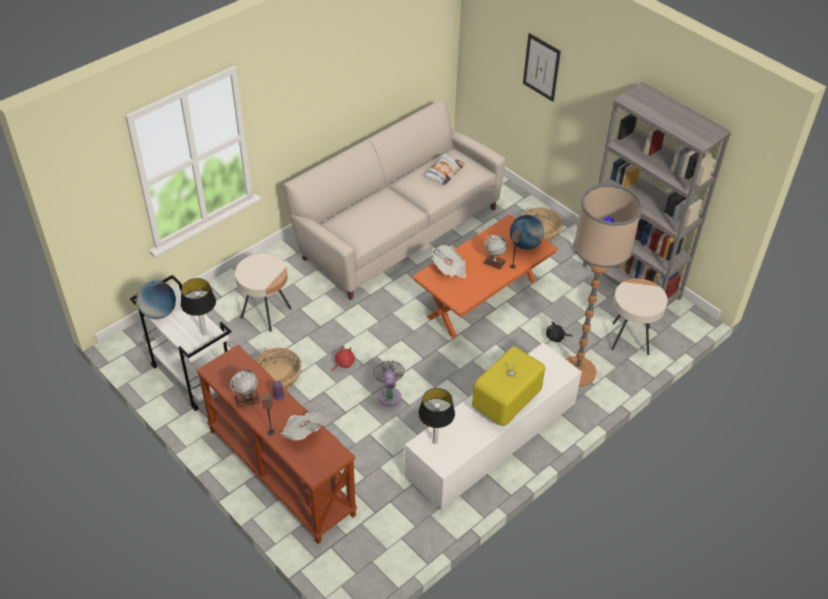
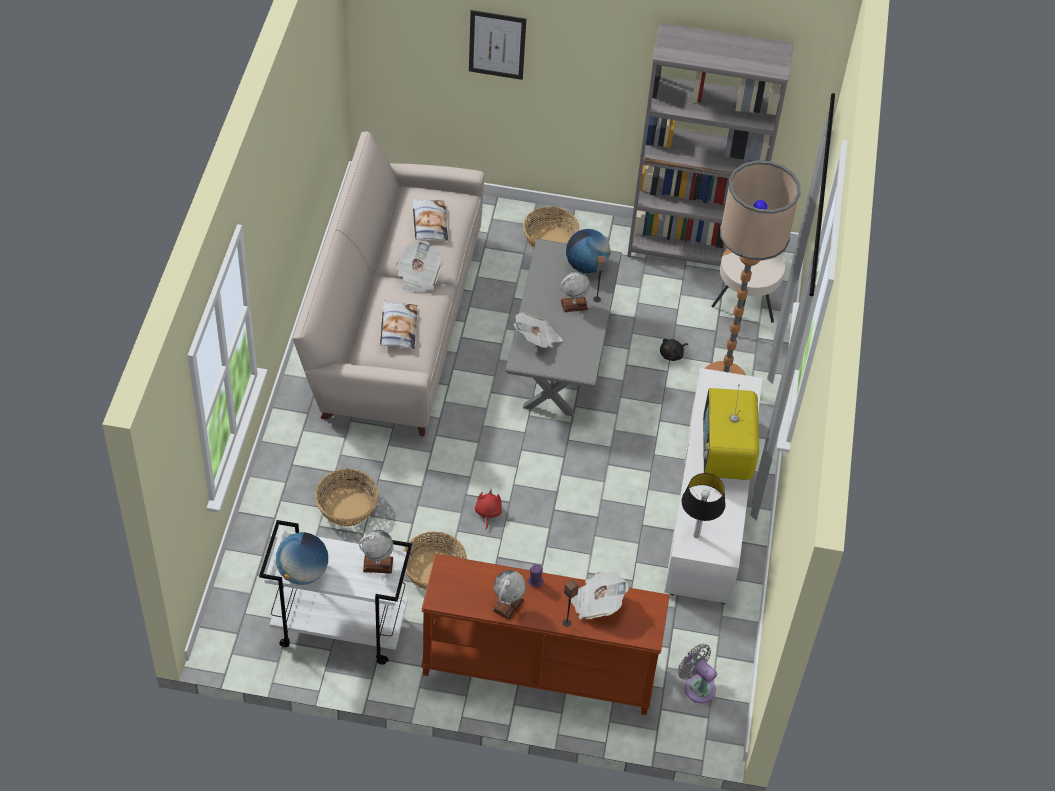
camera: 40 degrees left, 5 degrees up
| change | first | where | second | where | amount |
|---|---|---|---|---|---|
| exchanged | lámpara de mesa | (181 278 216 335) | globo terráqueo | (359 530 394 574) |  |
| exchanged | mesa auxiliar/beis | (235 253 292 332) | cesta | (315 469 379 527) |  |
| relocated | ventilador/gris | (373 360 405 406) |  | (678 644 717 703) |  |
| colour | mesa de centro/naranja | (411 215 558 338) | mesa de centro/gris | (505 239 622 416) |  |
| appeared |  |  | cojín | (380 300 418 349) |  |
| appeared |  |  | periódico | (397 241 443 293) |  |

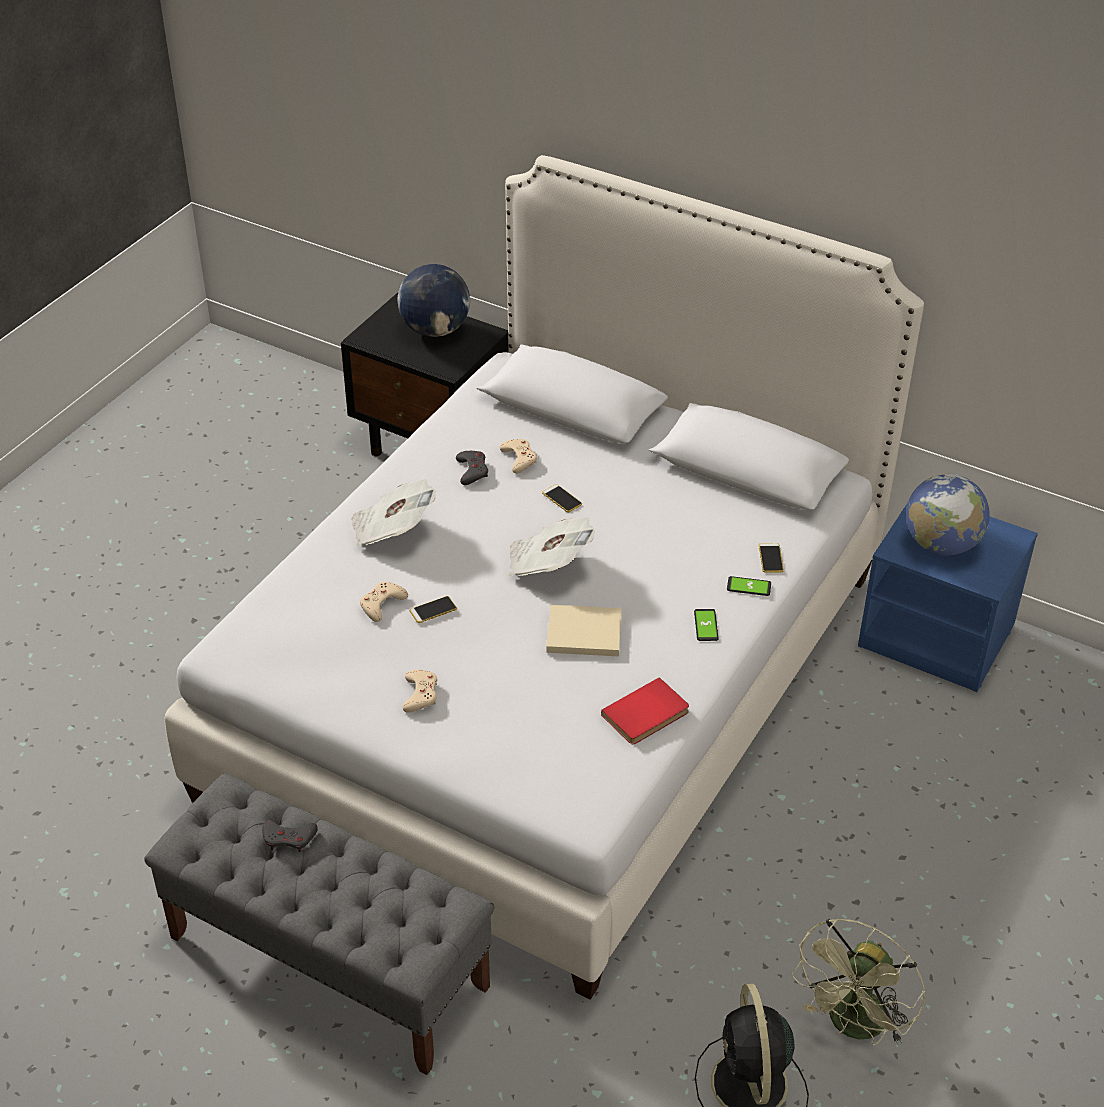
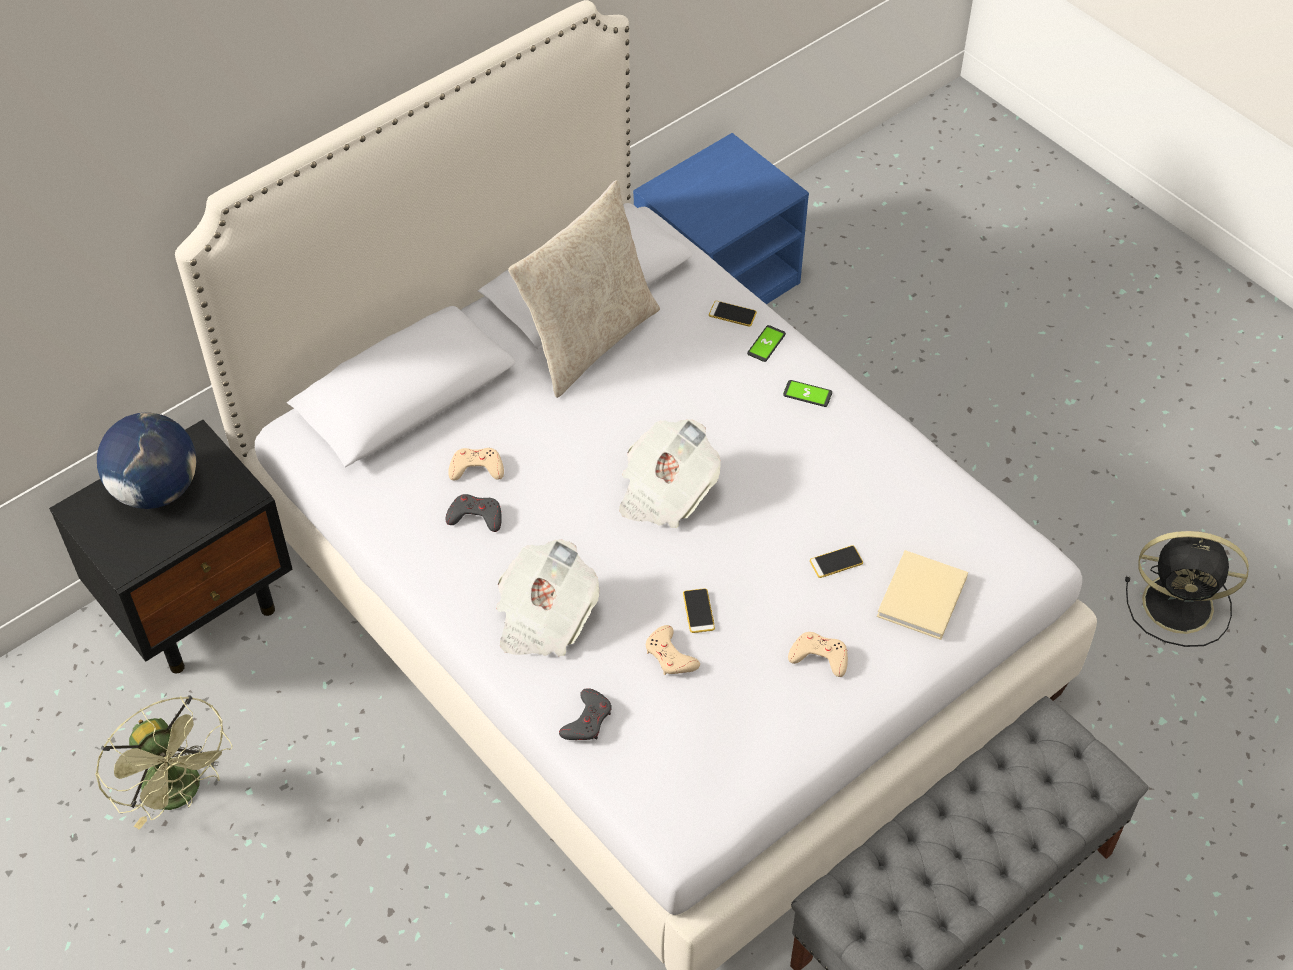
camera: 70 degrees left, 10 degrees up
| change | first | where | second | where | amount |
|---|---|---|---|---|---|
| relocated | mando de consola/gris | (262 820 318 852) |  | (559 688 612 740) |  |
| relocated | móvil | (542 484 582 512) |  | (810 545 863 578) |  |
| relocated | libro/beis | (546 605 622 656) |  | (877 550 968 640) |  |
| missing | libro/rojo | (601 677 689 744) |  |  |  |
| relocated | ventilador/verde | (792 919 925 1045) |  | (96 695 233 830) |  |
| missing | globo terráqueo | (906 474 990 556) |  |  |  |
| appeared |  |  | cojín/beis | (508 180 660 398) |  |

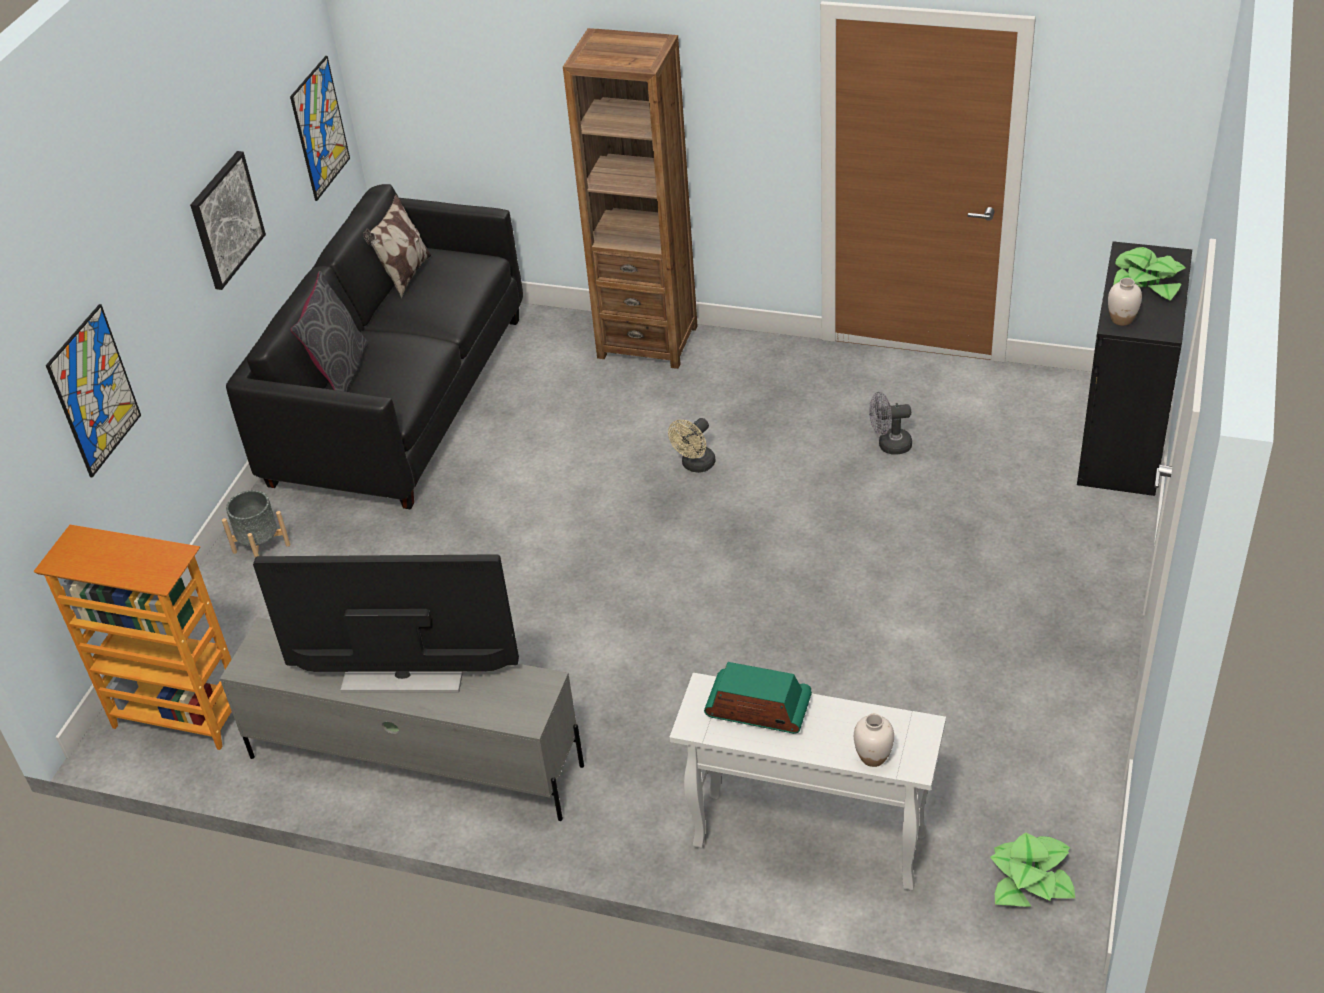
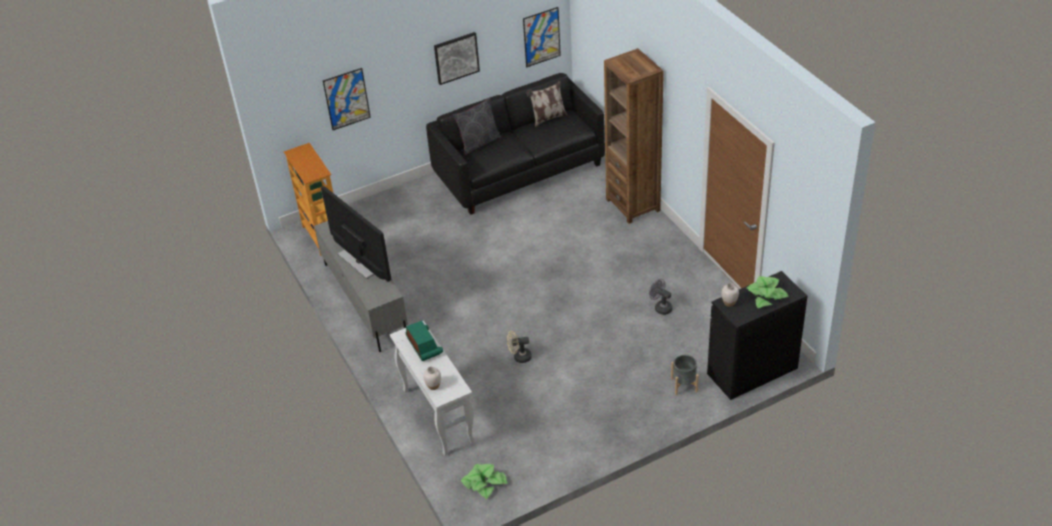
camera: 45 degrees right, 0 degrees up
| change | first | where | second | where | amount |
|---|---|---|---|---|---|
| relocated | maceta/gris | (222 490 290 557) |  | (671 355 699 395) |  |
| relocated | ventilador/beis | (668 418 715 473) |  | (507 331 532 363) |  |

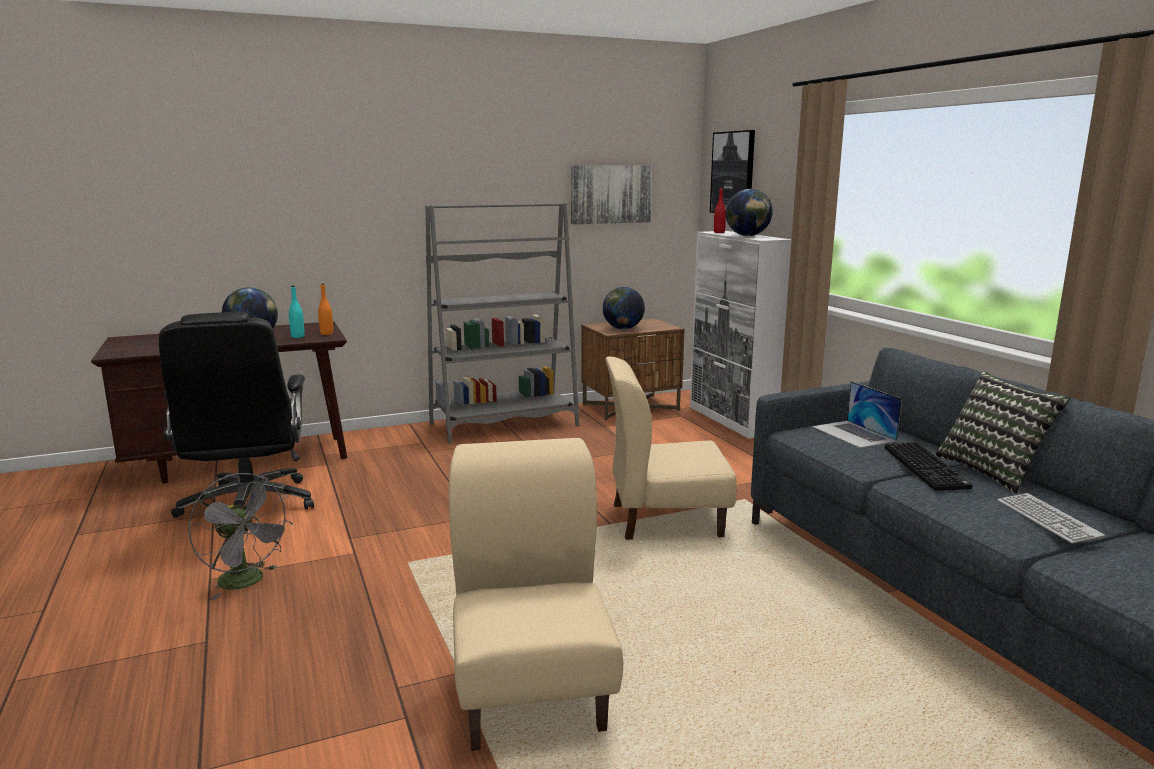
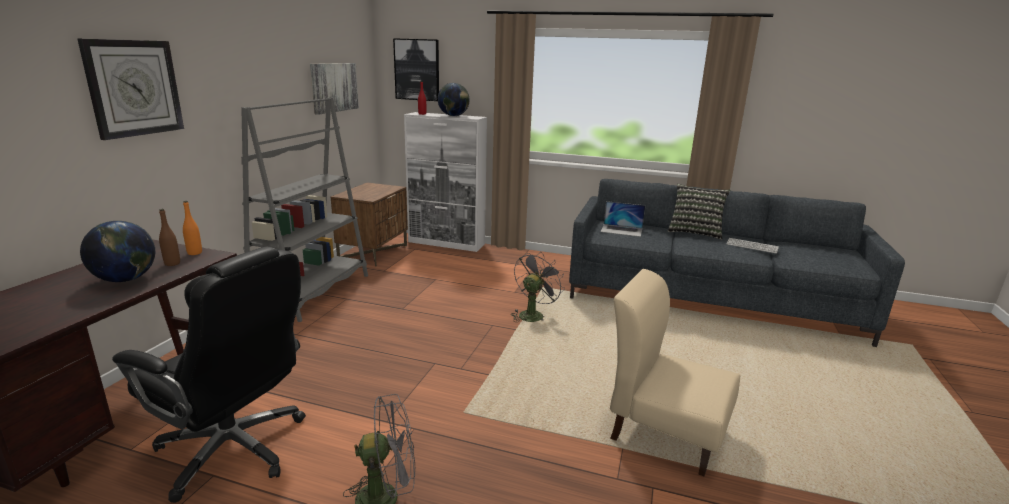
camera: 50 degrees left, 5 degrees up
| change | first | where | second | where | amount |
|---|---|---|---|---|---|
| colour | botella/turquesa | (289 286 305 338) | botella/marrón | (159 209 180 266) |  |
| missing | globo terráqueo | (603 287 645 330) |  |  |  |
| exchanged | silla/beis | (605 357 737 540) | ventilador/gris | (511 252 565 322) |  |
| missing | teclado | (885 442 973 491) |  |  |  |
| appeared |  |  | reloj de pared | (77 38 184 140) |  |

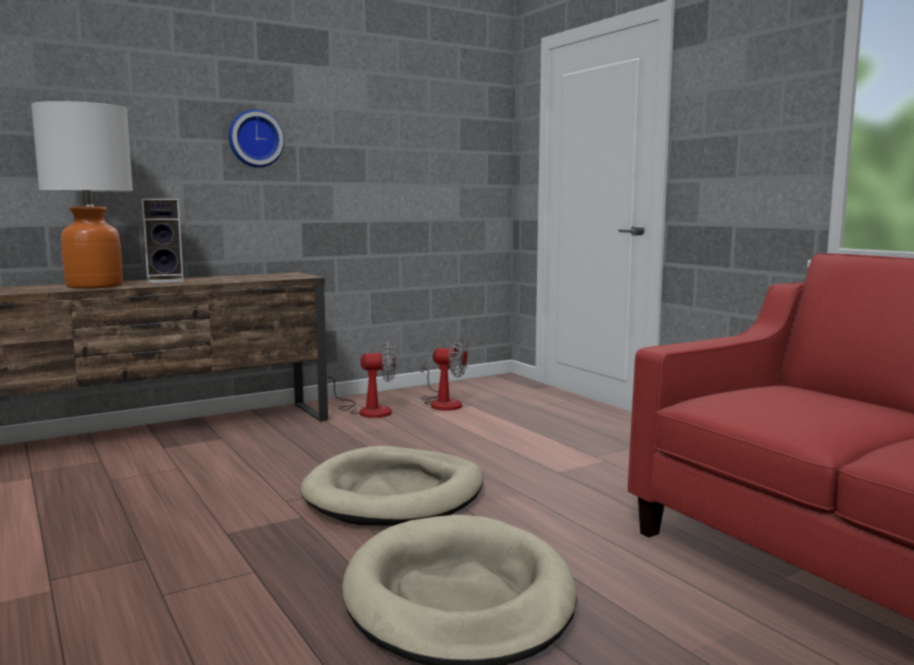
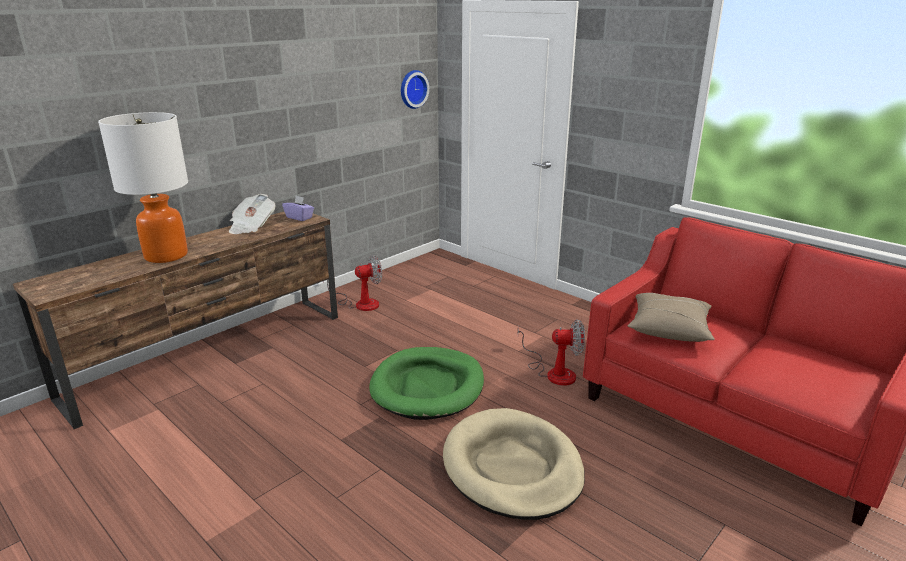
camera: 15 degrees left, 15 degrees up
| change | first | where | second | where | amount |
|---|---|---|---|---|---|
| missing | altavoz | (142 198 184 283) |  |  |  |
| relocated | reloj de pared | (228 109 284 168) |  | (401 70 429 109) |  |
| colour | cama para perro/beis | (300 446 483 526) | cama para perro/verde | (369 347 484 420) |  |
| relocated | ventilador | (421 338 469 411) |  | (518 319 585 386) |  |
| appeared |  |  | periódico | (229 194 275 234) |  |
| appeared |  |  | caja de pañuelos/morado | (282 196 314 221) |  |
| appeared |  |  | cojín/beis | (627 293 715 342) |  |

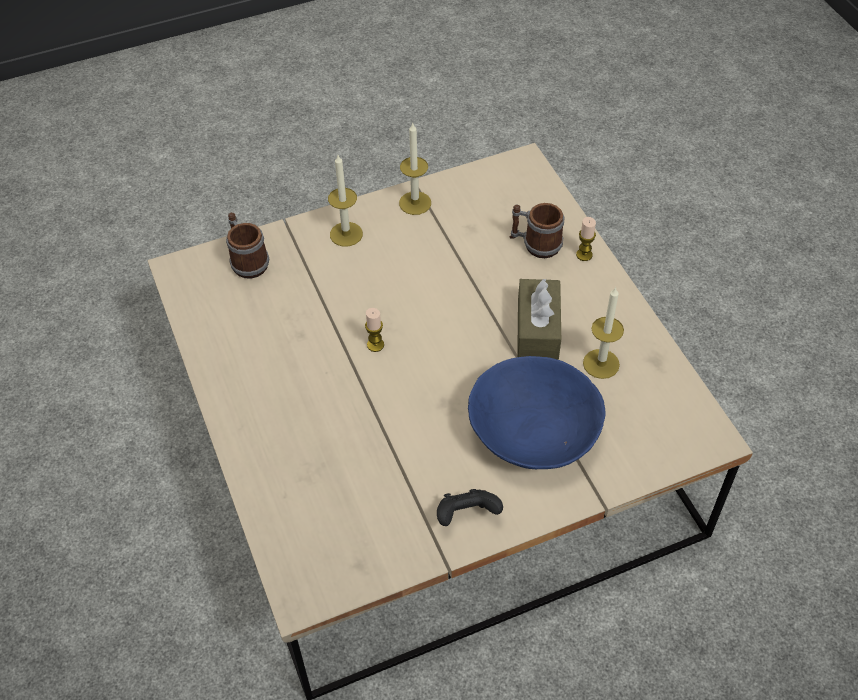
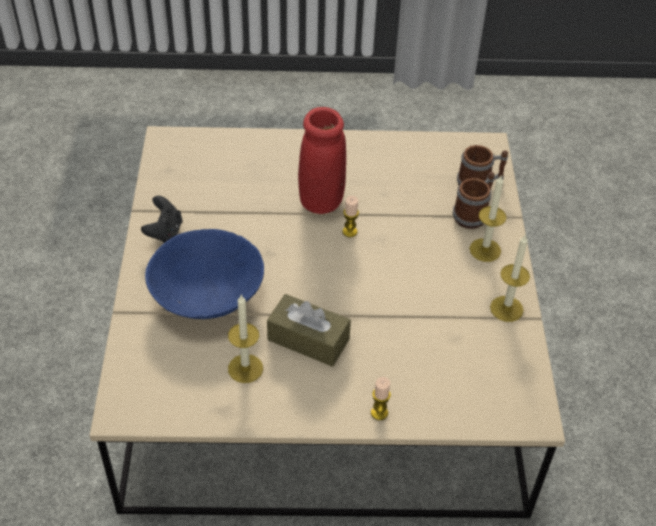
camera: 110 degrees right, 5 degrees down
| change | first | where | second | where | amount |
|---|---|---|---|---|---|
| relocated | taza grande | (509 203 564 258) |  | (453 172 495 229) |  |
| appeared |  |  | florero/rojo | (298 107 346 214) |  |

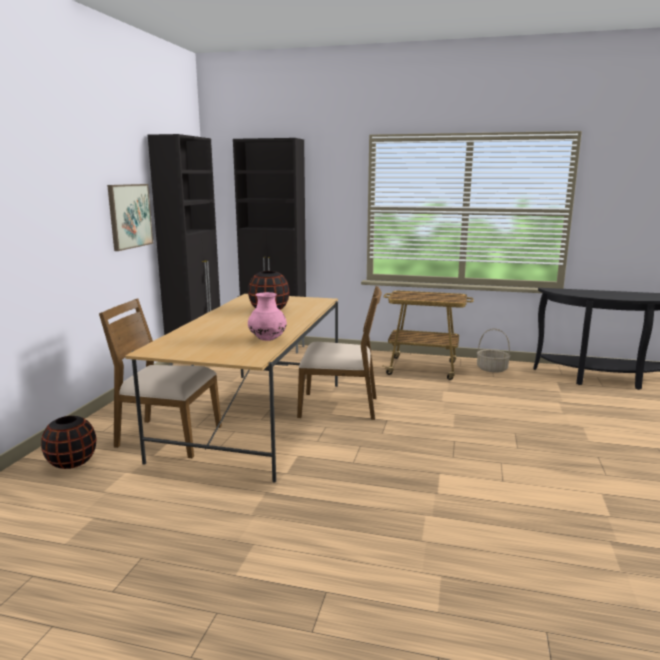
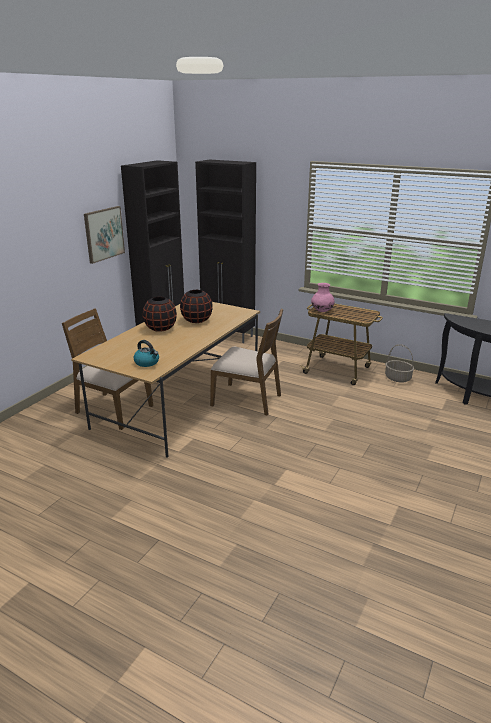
camera: 15 degrees right, 10 degrees up
| change | first | where | second | where | amount |
|---|---|---|---|---|---|
| relocated | florero/negro | (41 416 96 469) |  | (143 297 177 332) |  |
| relocated | florero/rosa | (248 292 287 341) |  | (311 283 335 312) |  |
| appeared |  |  | hervidor | (133 340 159 367) |  |

